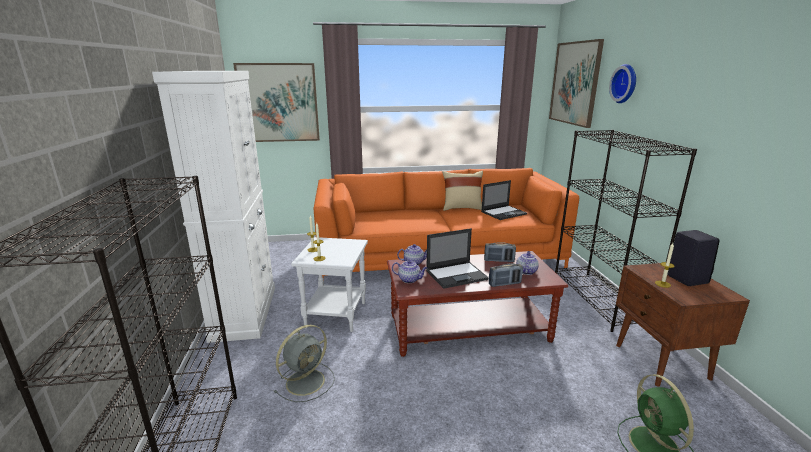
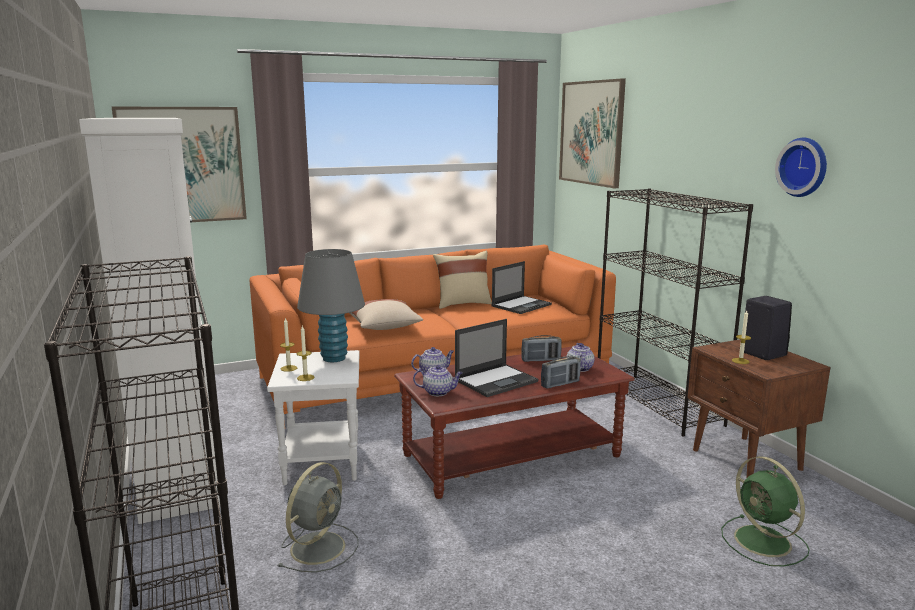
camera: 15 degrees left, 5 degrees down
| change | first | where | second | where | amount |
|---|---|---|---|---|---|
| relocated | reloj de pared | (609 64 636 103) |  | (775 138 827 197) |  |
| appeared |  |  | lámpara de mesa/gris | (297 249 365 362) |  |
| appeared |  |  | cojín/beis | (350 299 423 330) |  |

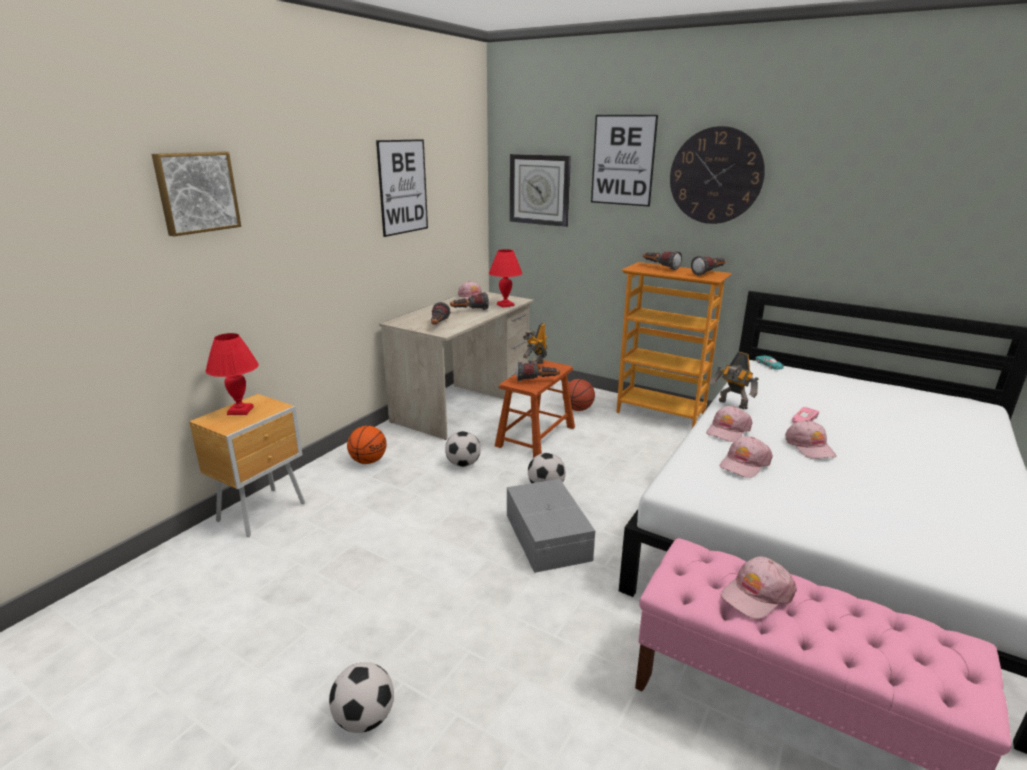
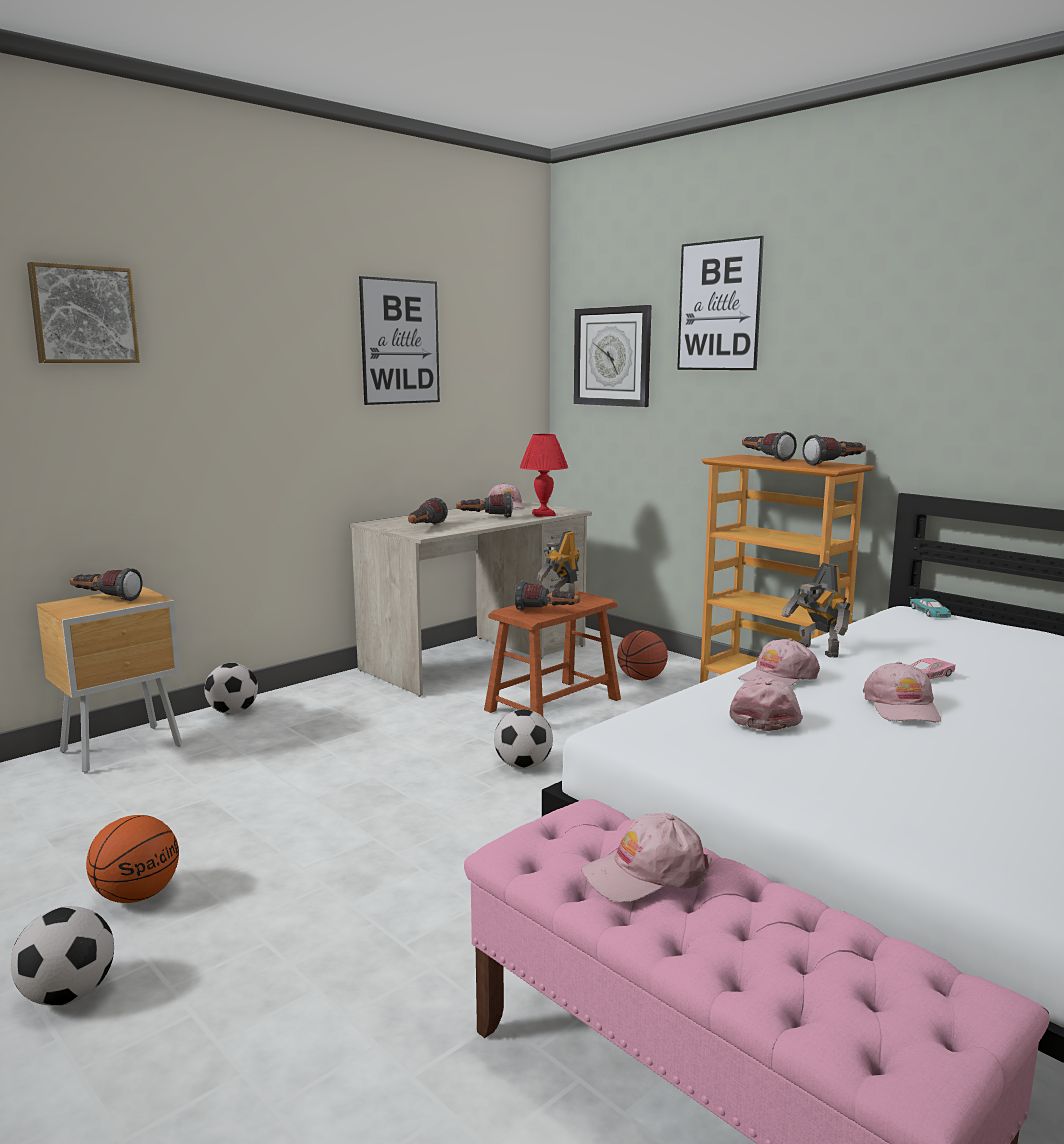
camera: 15 degrees right, 10 degrees down
| change | first | where | second | where | amount |
|---|---|---|---|---|---|
| exchanged | lámpara de mesa/rojo | (206 333 259 415) | linterna | (70 568 142 601) |  |
| relocated | balón de baloncesto | (347 426 387 464) |  | (86 815 179 903) |  |
| relocated | balón de fútbol | (445 431 481 467) |  | (204 663 258 714) |  |
| missing | caja de almacenaje/gris | (507 479 595 573) |  |  |  |
| missing | reloj de pared | (670 126 765 224) |  |  |  |
| spun | gorra/rosa | (720 436 773 478) |  | (729 677 803 731) | 135 degrees clockwise |

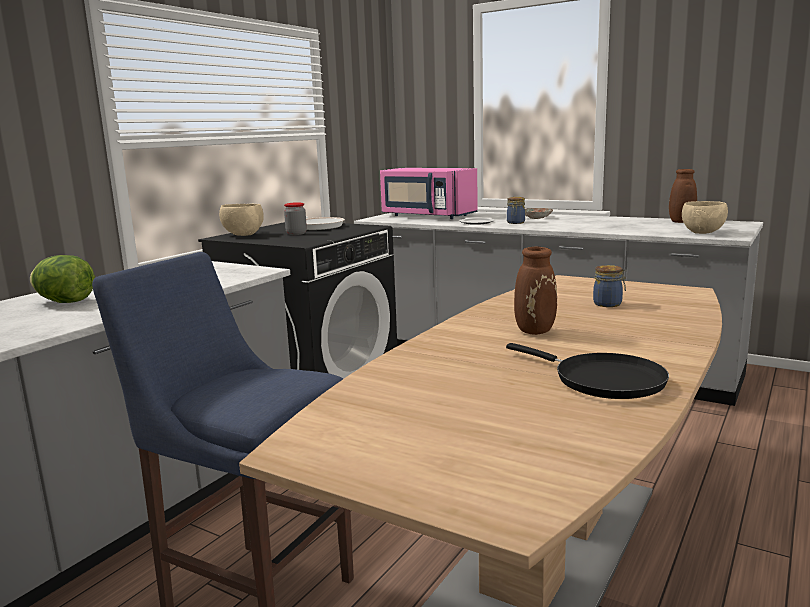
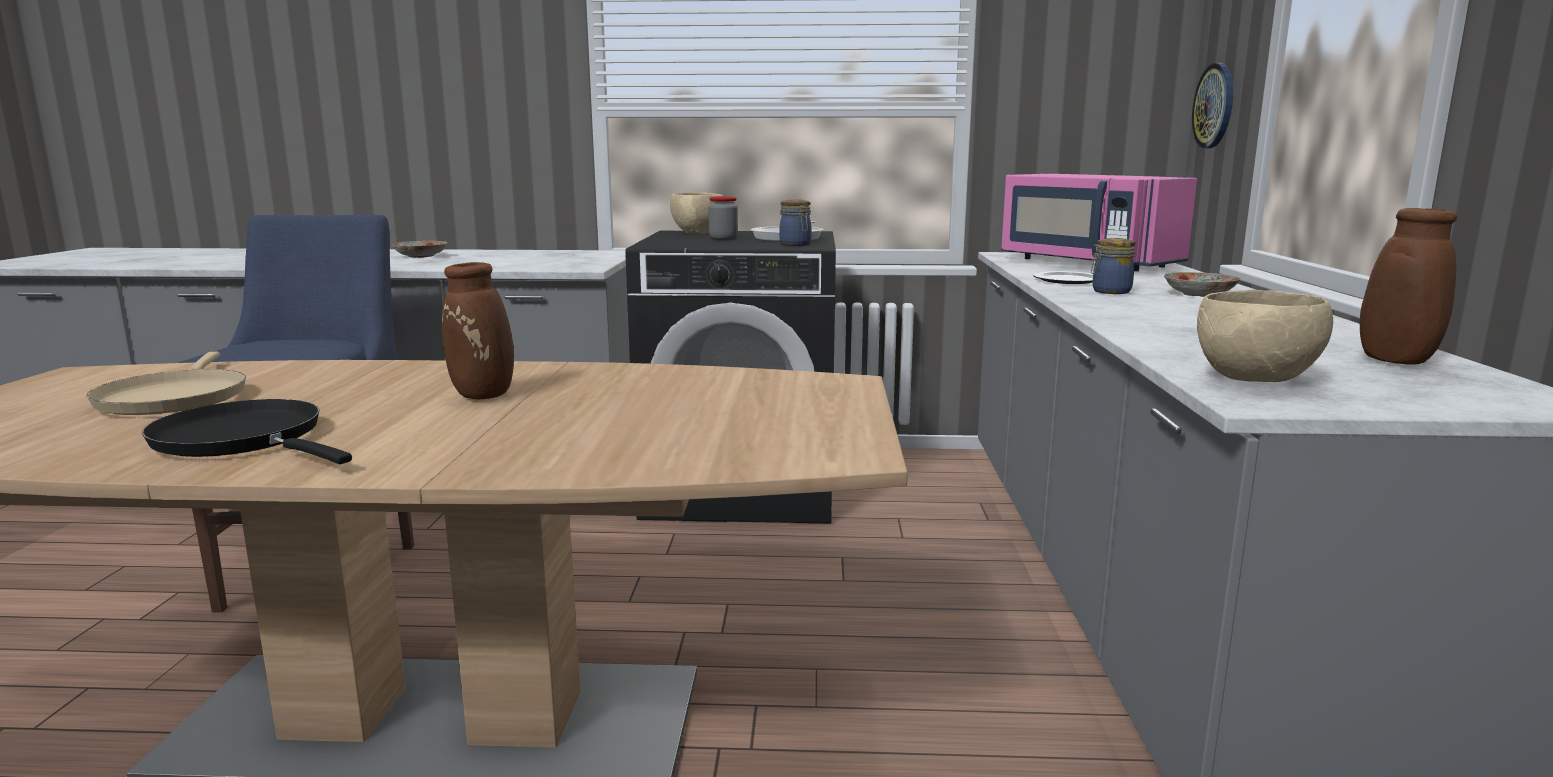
camera: 60 degrees right, 0 degrees up
| change | first | where | second | where | amount |
|---|---|---|---|---|---|
| exchanged | lechuga | (30 255 95 303) | plato | (391 241 448 258) |  |
| spun | microondas/rosa | (380 168 478 219) |  | (1001 174 1197 271) | 45 degrees counterclockwise |
| spun | sartén/negro | (506 343 669 399) |  | (142 399 352 464) | 105 degrees clockwise |
| relocated | tarro | (593 265 626 307) |  | (780 199 812 246) |  |
| appeared |  |  | sartén/beis | (86 352 246 415) |  |
| appeared |  |  | reloj de pared | (1192 63 1233 148) |  |

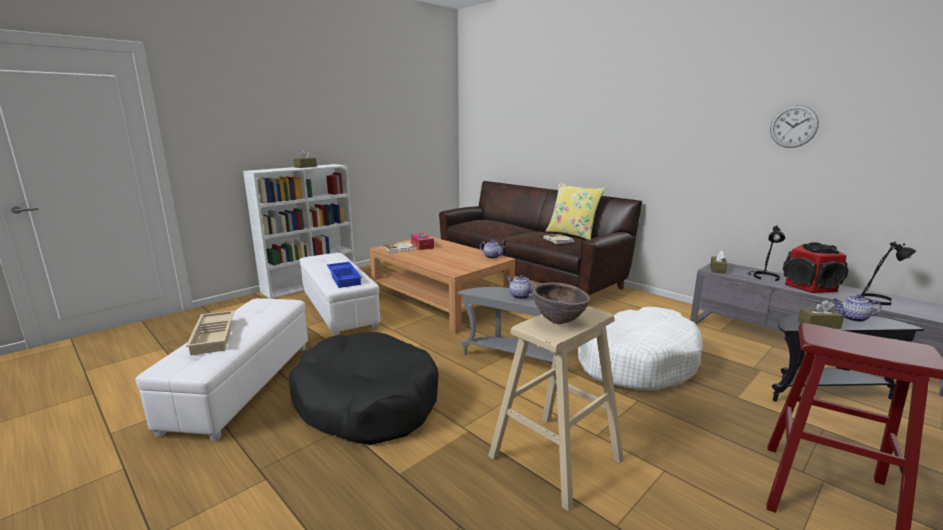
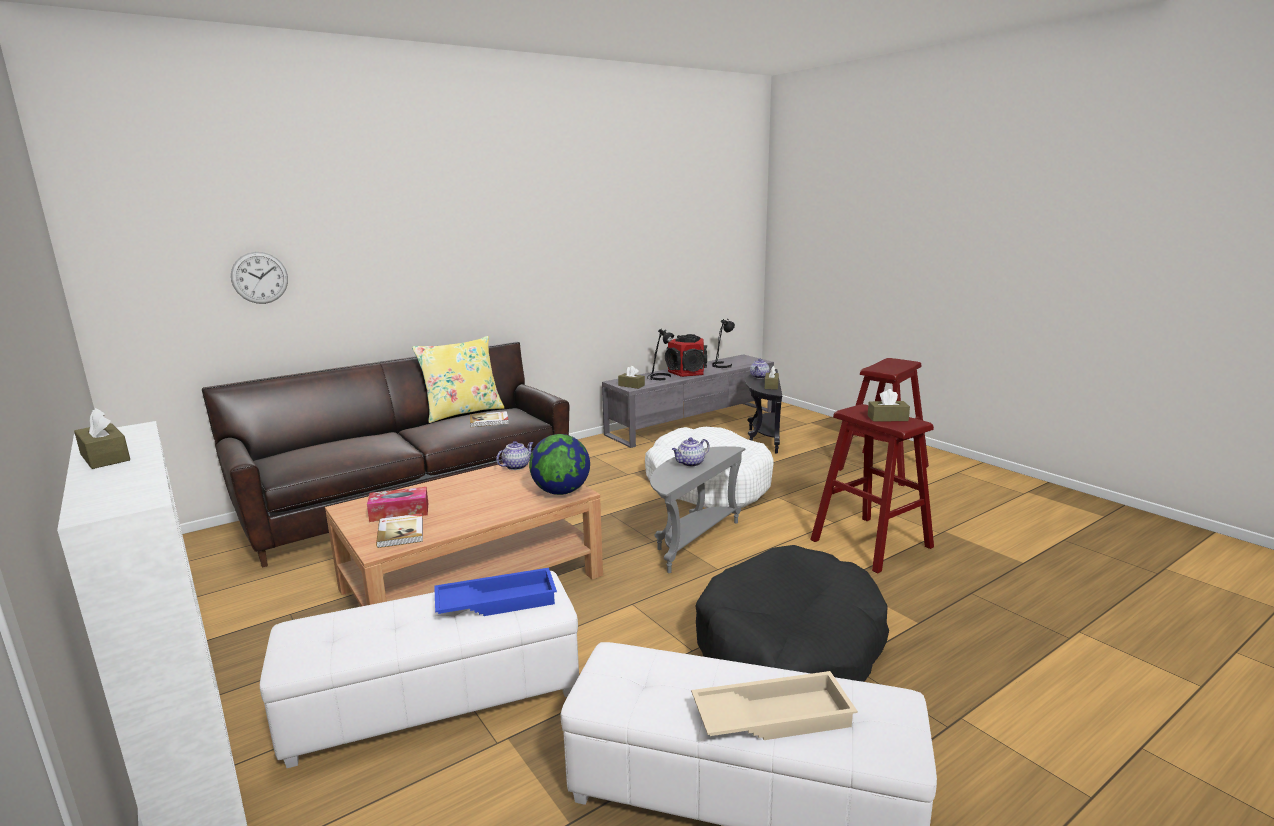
camera: 80 degrees left, 0 degrees up
| change | first | where | second | where | amount |
|---|---|---|---|---|---|
| colour | taburete/beis | (488 306 624 511) | taburete/rojo | (810 404 934 574) |  |
| exchanged | cuenco/marrón | (533 282 590 324) | caja de pañuelos/marrón | (868 389 910 422) |  |
| relocated | reloj de pared | (770 105 819 148) |  | (231 252 288 304) |  |
| appeared |  |  | globo terráqueo | (529 434 590 495) |  |

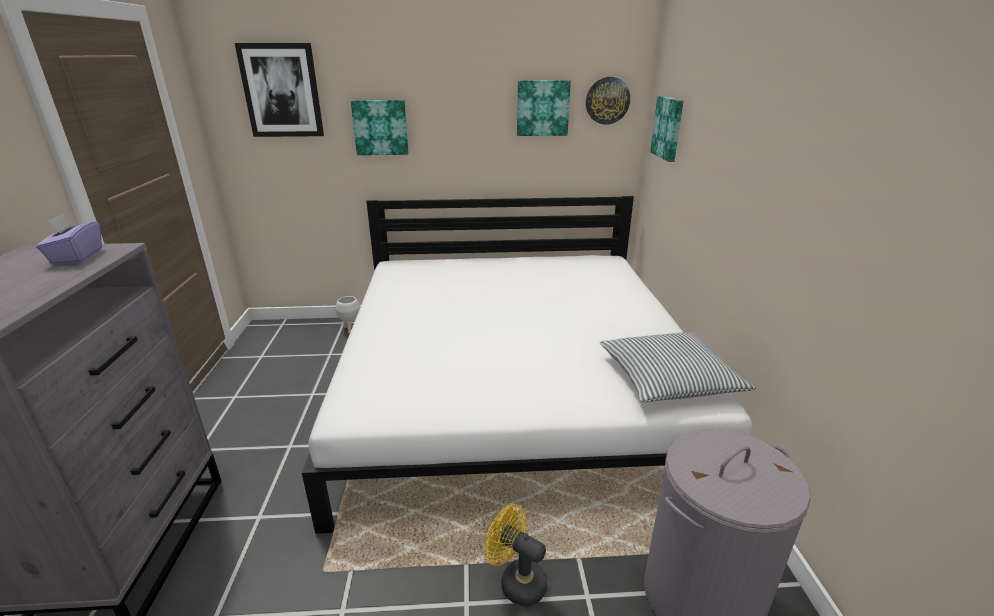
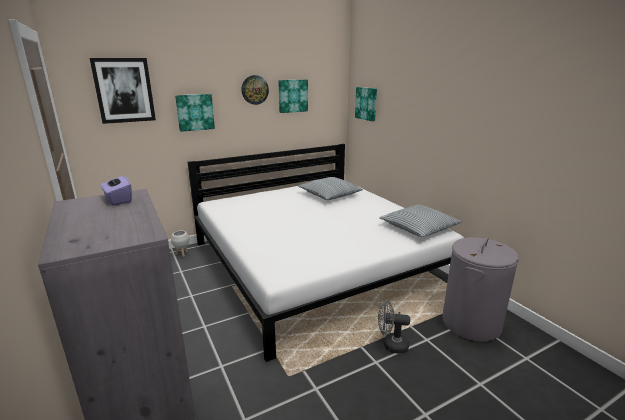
camera: 25 degrees left, 5 degrees down
| change | first | where | second | where | amount |
|---|---|---|---|---|---|
| colour | ventilador/amarillo | (485 504 547 607) | ventilador/gris | (378 301 410 354) |  |
| relocated | reloj de pared | (586 77 630 125) |  | (241 75 269 105) |  |
| appeared |  |  | cojín | (298 177 363 200) |  |

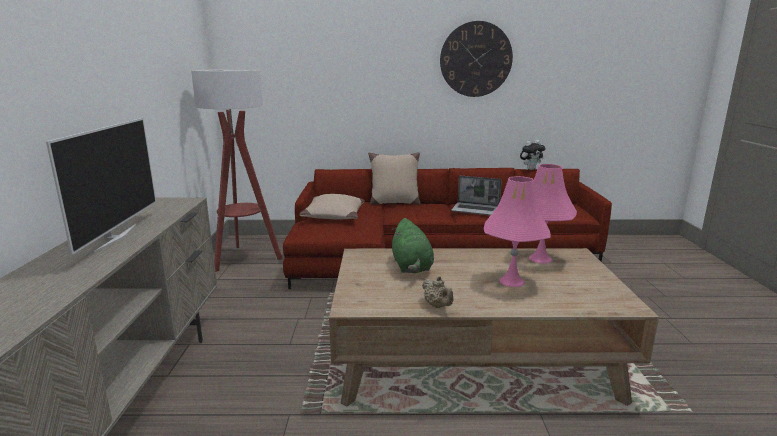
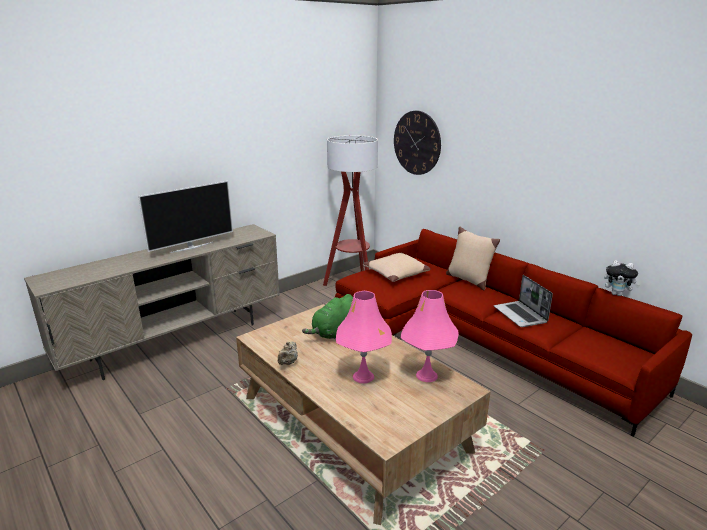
camera: 50 degrees right, 5 degrees up
| change | first | where | second | where | amount |
|---|---|---|---|---|---|
| relocated | reloj de pared | (440 21 513 97) |  | (394 111 441 175) |  |

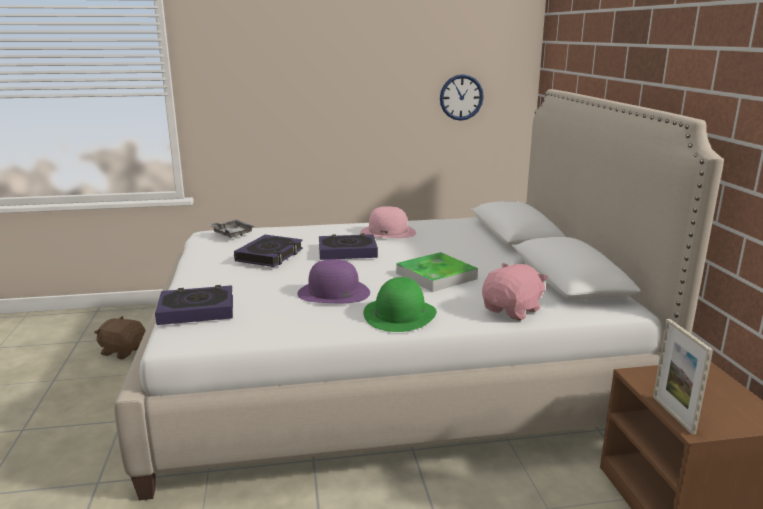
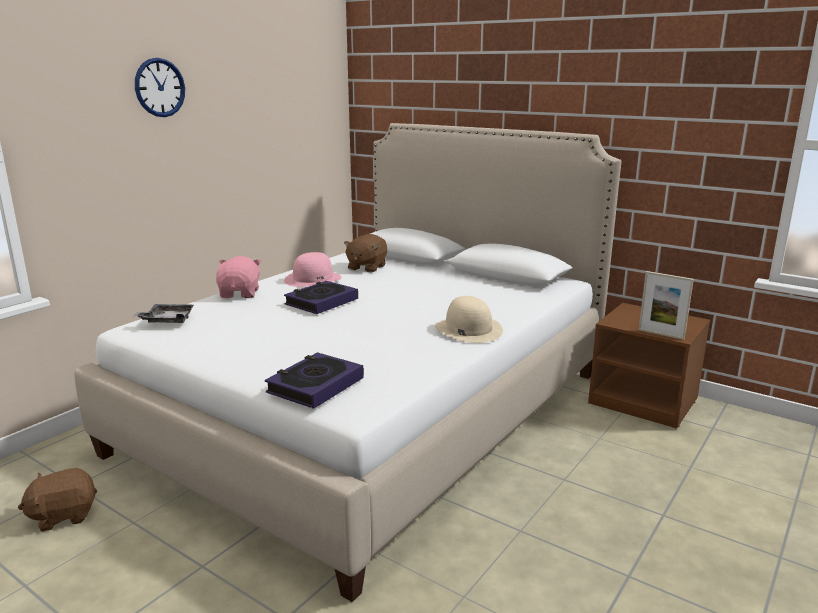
camera: 45 degrees left, 0 degrees up
| change | first | where | second | where | amount |
|---|---|---|---|---|---|
| missing | libro | (234 235 303 267) |  |  |  |
| missing | sombrero/morado | (297 259 370 303) |  |  |  |
| colour | sombrero/verde | (363 277 437 332) | sombrero/beis | (435 296 503 343) |  |
| missing | bandeja | (396 252 478 292) |  |  |  |
| relocated | reloj de pared | (440 74 484 121) |  | (135 58 185 117) |  |
| relocated | peluche/rosa | (482 263 548 320) |  | (216 256 262 298) |  |
| appeared |  |  | peluche/marrón | (344 234 387 273) |  |

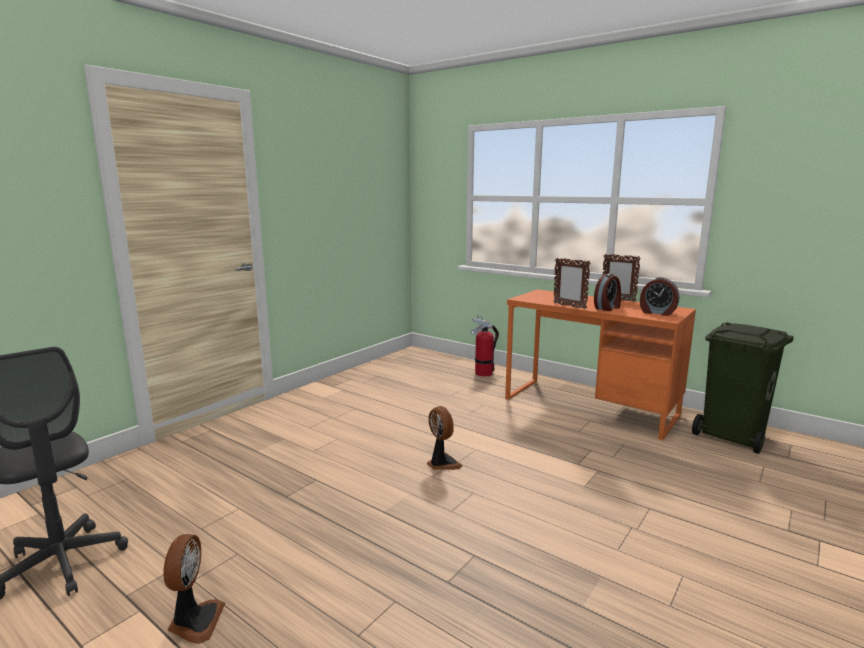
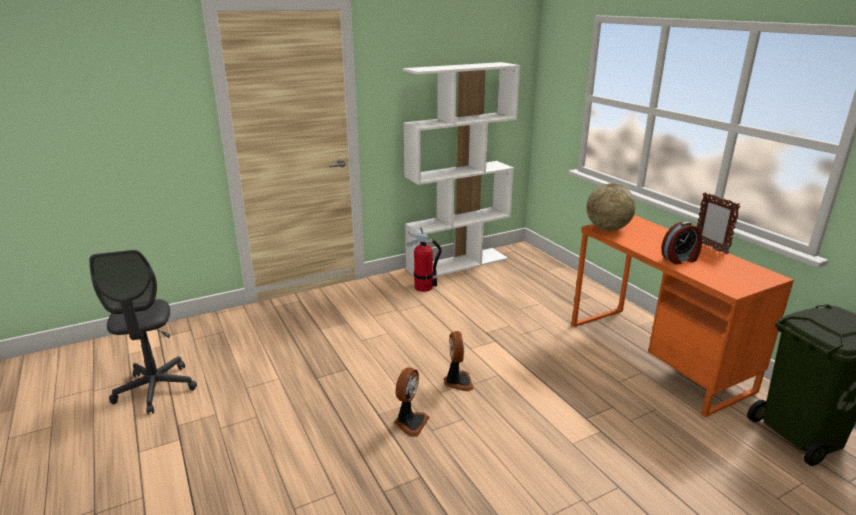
camera: 25 degrees right, 10 degrees up
| change | first | where | second | where | amount |
|---|---|---|---|---|---|
| relocated | ventilador | (163 534 225 644) |  | (394 367 430 437) |  |
| relocated | extintor | (471 315 499 377) |  | (406 227 442 292) |  |
| missing | portarretratos | (553 258 590 309) |  |  |  |
| missing | despertador | (640 277 680 316) |  |  |  |
| appeared |  |  | estantería/blanco | (402 62 520 277) |  |
| appeared |  |  | globo terráqueo | (587 183 636 231) |  |

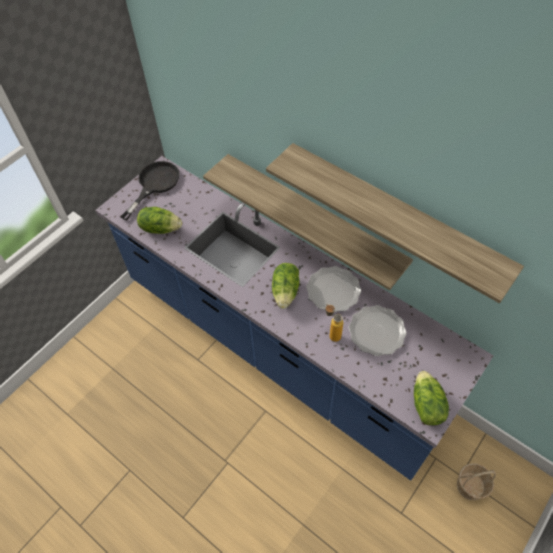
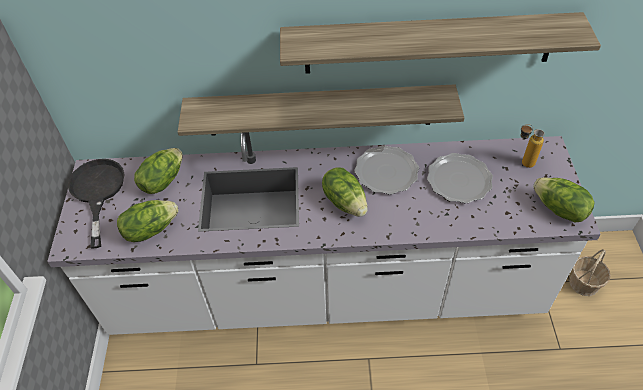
camera: 40 degrees left, 5 degrees down
| change | first | where | second | where | amount |
|---|---|---|---|---|---|
| colour | mueble bajo de cocina/azul | (95 156 494 481) | mueble bajo de cocina/blanco | (47 132 601 335) |  |
| relocated | botella | (326 304 343 342) |  | (521 124 545 168) |  |
| appeared |  |  | lechuga | (134 148 183 194) |  |

